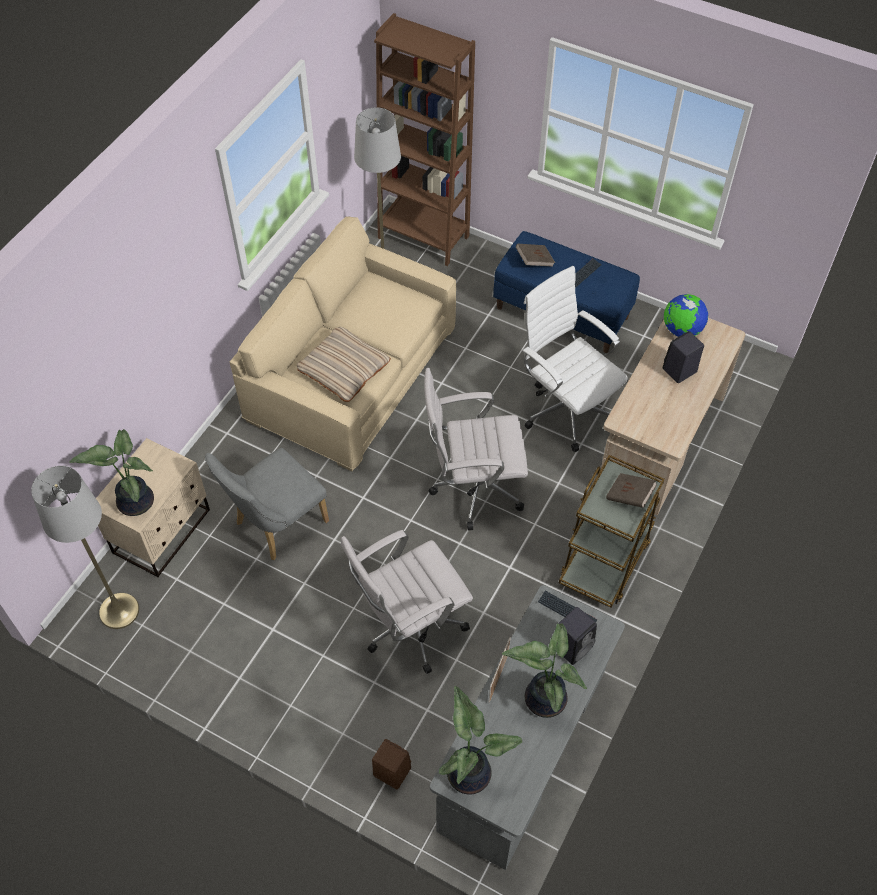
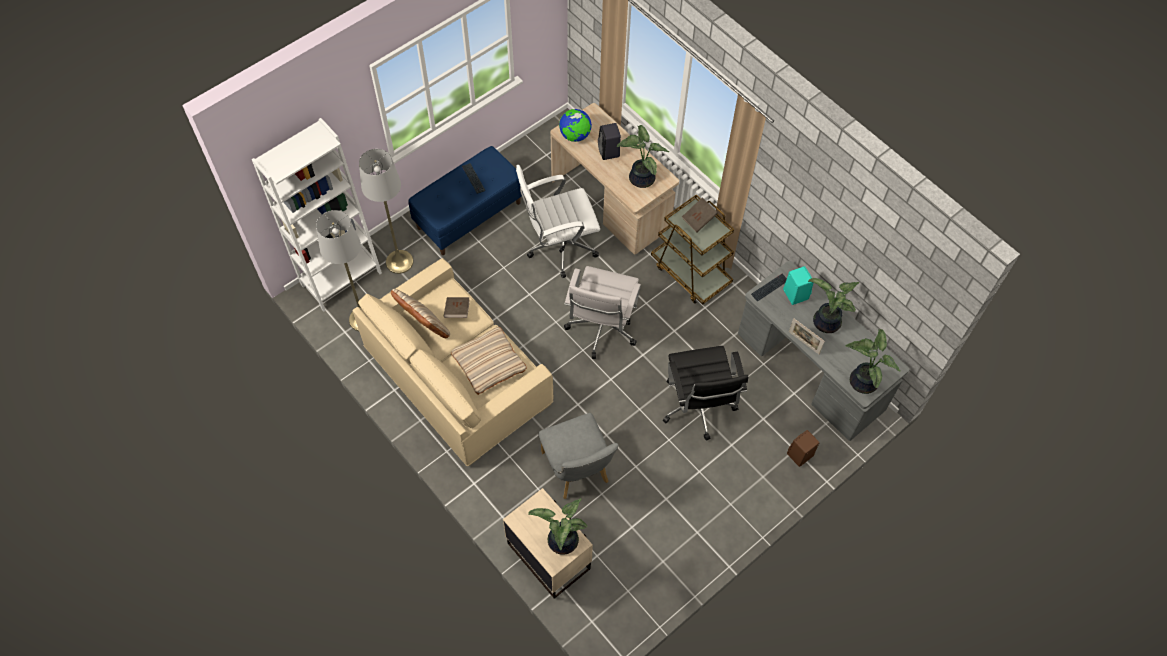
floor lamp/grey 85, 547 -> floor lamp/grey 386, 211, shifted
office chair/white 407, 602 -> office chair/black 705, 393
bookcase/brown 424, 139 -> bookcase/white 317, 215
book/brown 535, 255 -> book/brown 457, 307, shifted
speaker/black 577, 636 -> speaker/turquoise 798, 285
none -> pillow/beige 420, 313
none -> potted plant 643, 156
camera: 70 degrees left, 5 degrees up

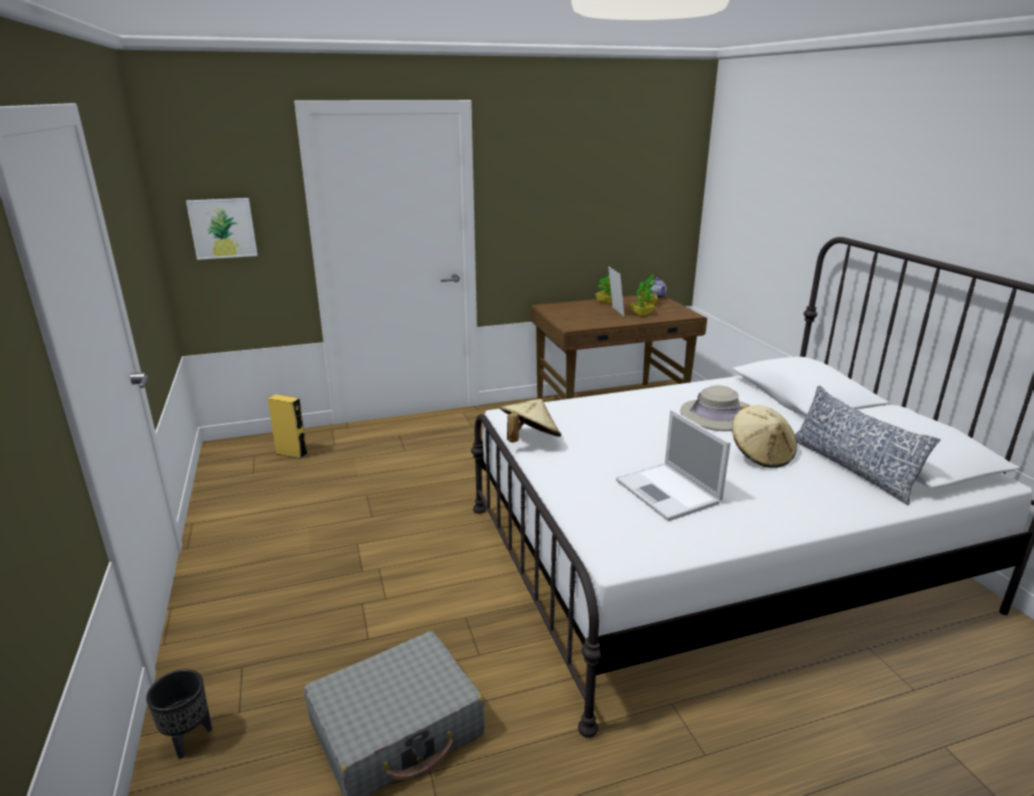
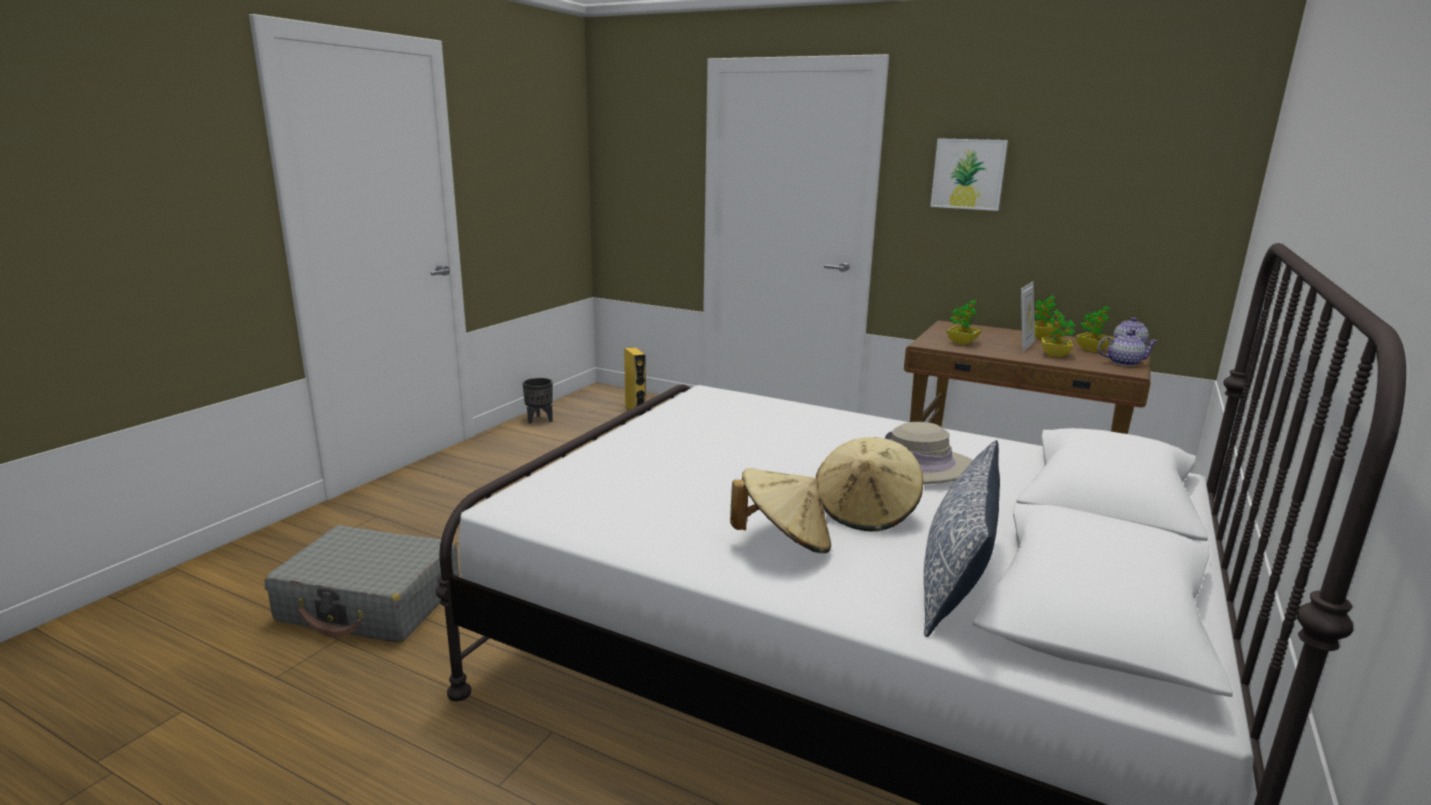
planter/black 179, 714 -> planter/black 537, 401, shifted
picture 222, 229 -> picture 969, 174, shifted
hat/beige 530, 421 -> hat/beige 780, 510, shifted
laptop 673, 465 -> none
none -> potted plant 963, 322
none -> teapot 1128, 348
camera: 45 degrees right, 5 degrees down

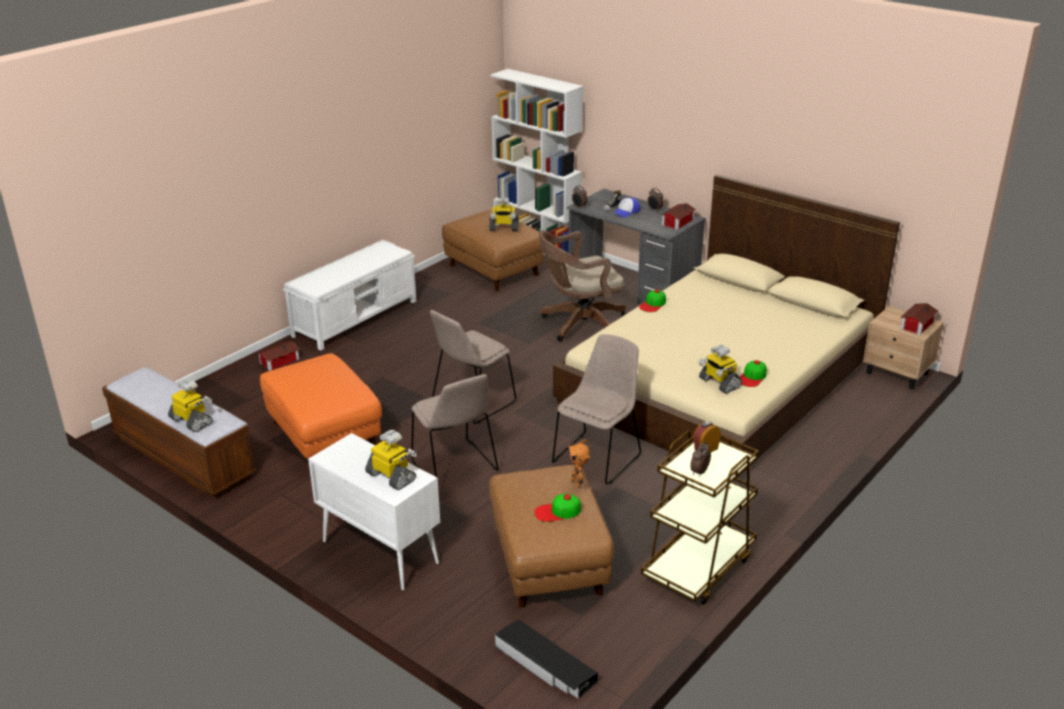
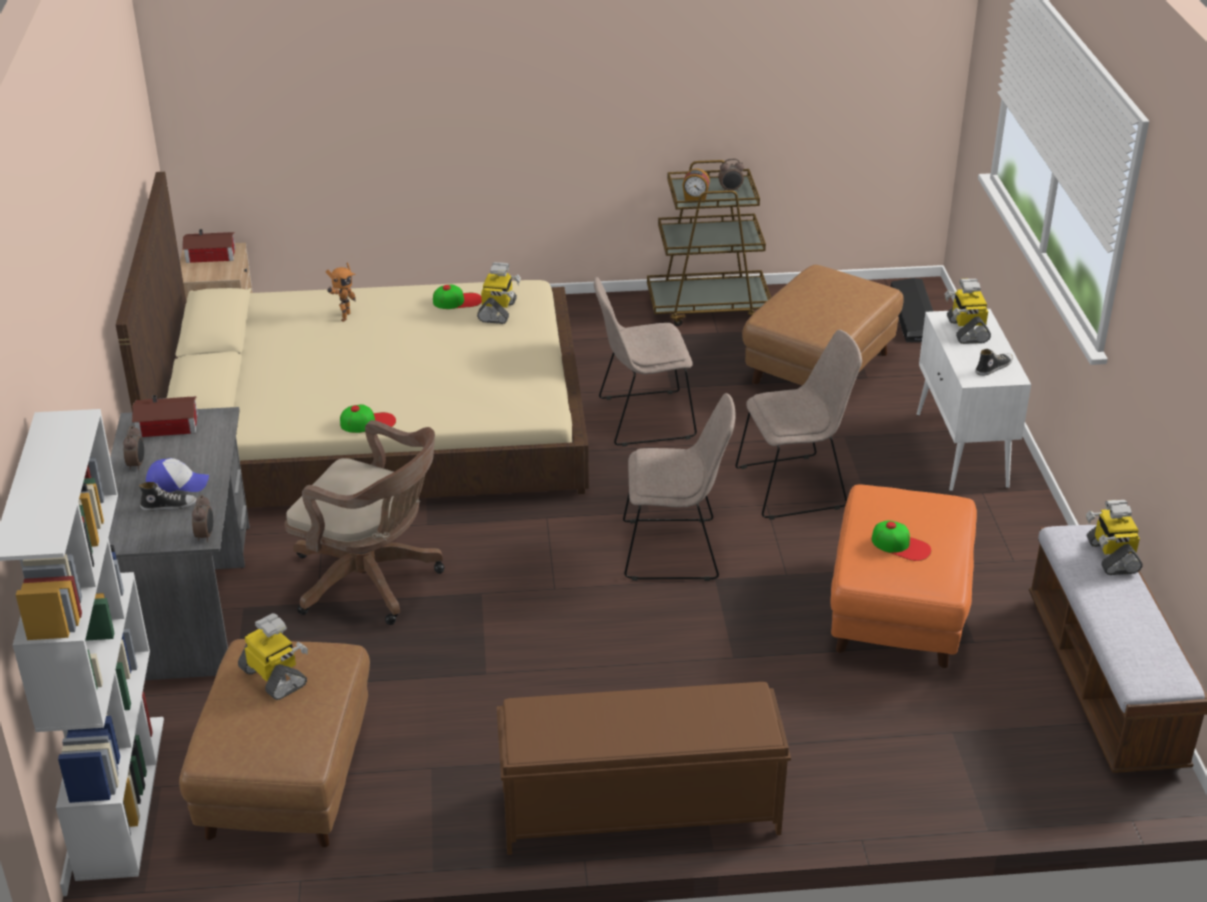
toy house 278, 356 -> none
bench/white 349, 295 -> bench/brown 644, 768
chair/beige 455, 425 -> chair/beige 798, 425, 60 degrees clockwise
cap 557, 508 -> cap 901, 540, shifted
toy robot 579, 463 -> toy robot 341, 292, shifted
none -> shoe 994, 362
camera: 135 degrees left, 5 degrees up

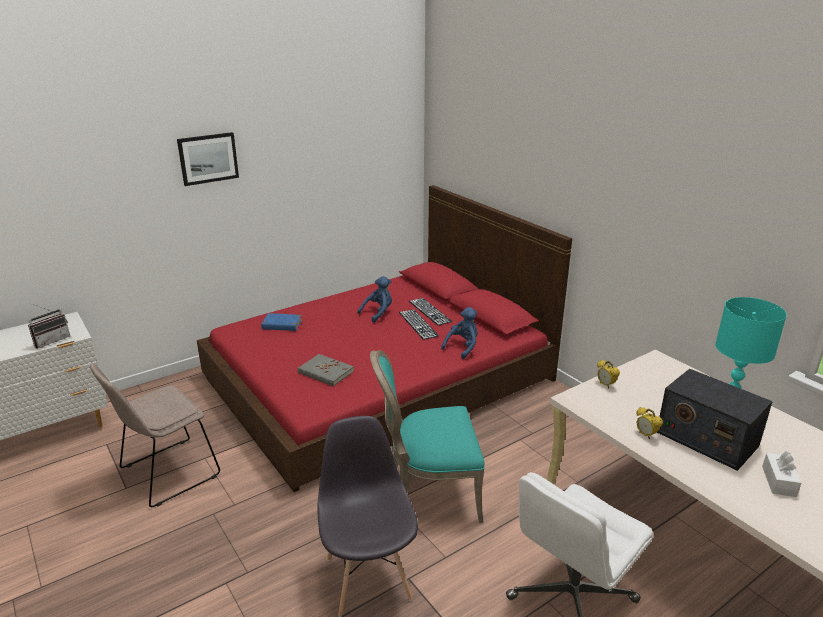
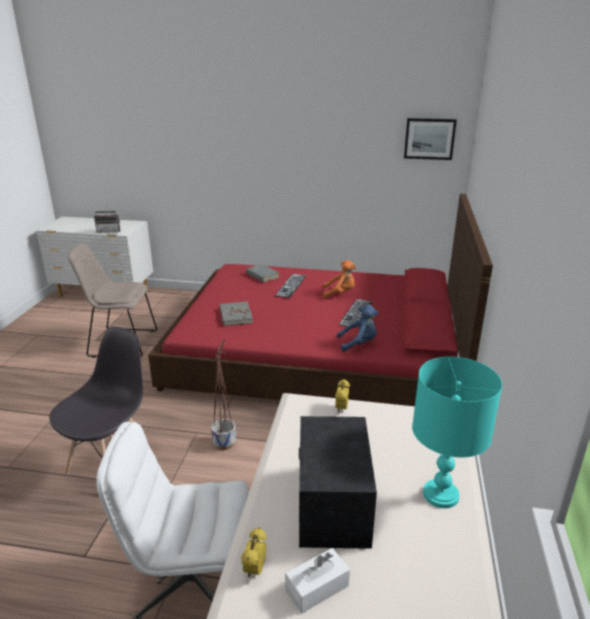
picture 208, 159 -> picture 430, 139, shifted
book/blue 282, 322 -> book/grey 263, 273
plush toy/blue 374, 299 -> plush toy/orange 339, 279
chair/turquoise 427, 436 -> planter 223, 394
keyboard 430, 311 -> keyboard 290, 286, shifted
alarm clock 649, 423 -> alarm clock 253, 552, shifted
camera: 45 degrees right, 0 degrees up

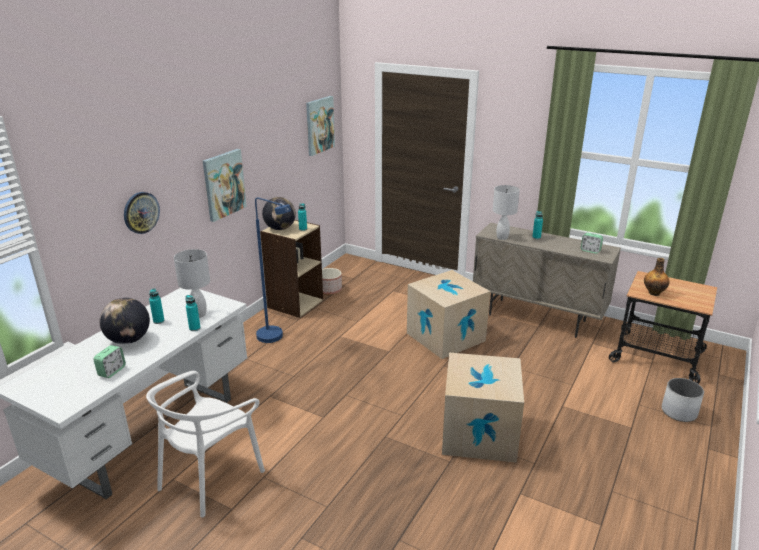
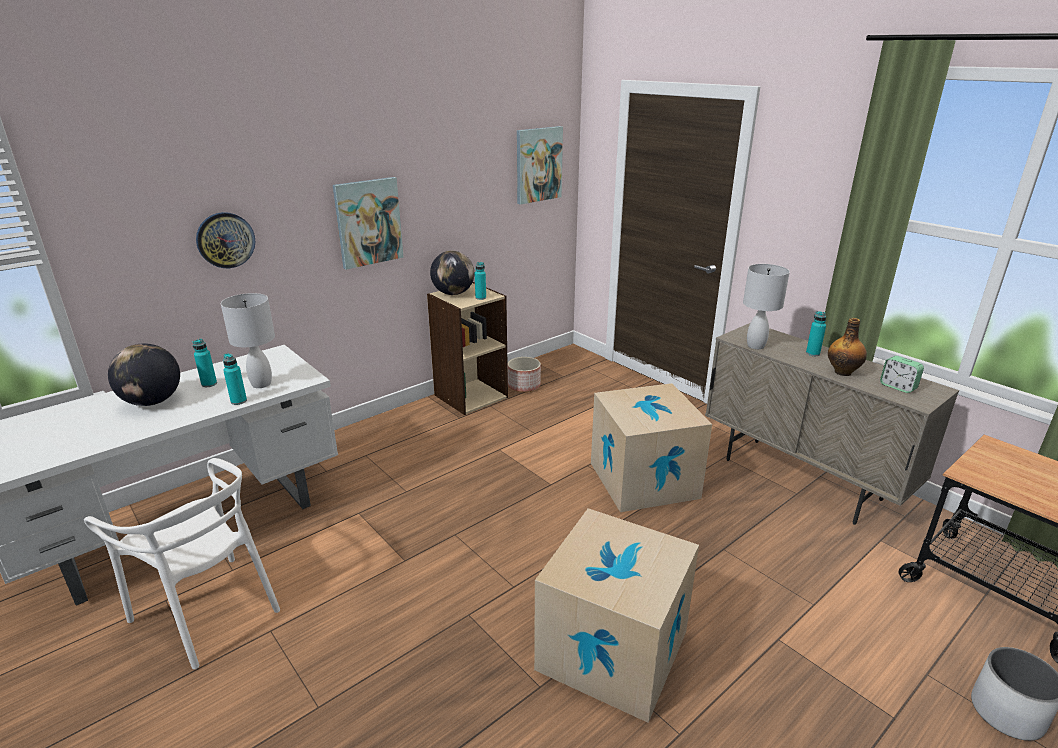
alarm clock 109, 361 -> none
chair/white 205, 444 -> chair/white 182, 563, 105 degrees counterclockwise
floor lamp/blue 273, 270 -> none
bottle 656, 277 -> bottle 847, 347, shifted
camera: 20 degrees right, 0 degrees up

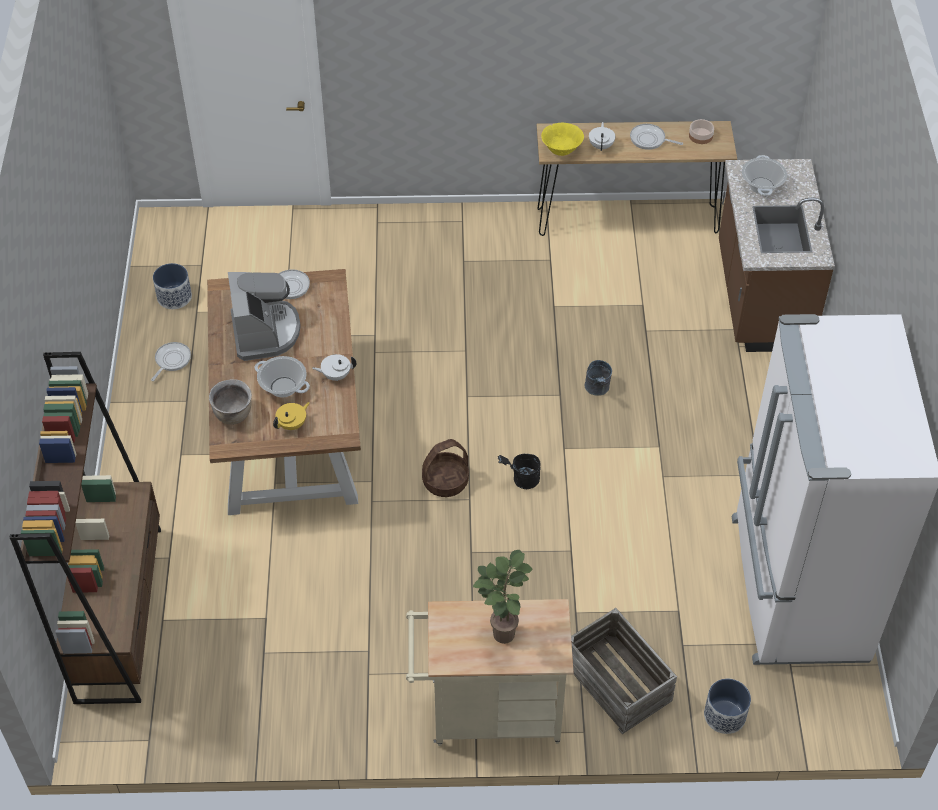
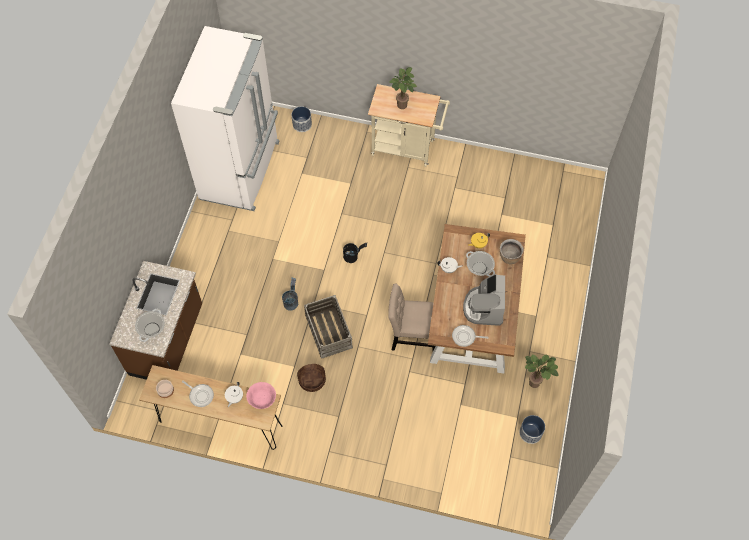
bookcase/brown 85, 528 -> none
frying pan 171, 361 -> potted plant 541, 371
basket 445, 468 -> basket 311, 378, shifted
bowl/yellow 562, 139 -> bowl/pink 261, 395
crate 624, 671 -> crate 328, 327, shifted
none -> chair/beige 411, 317
camera: 165 degrees left, 10 degrees up

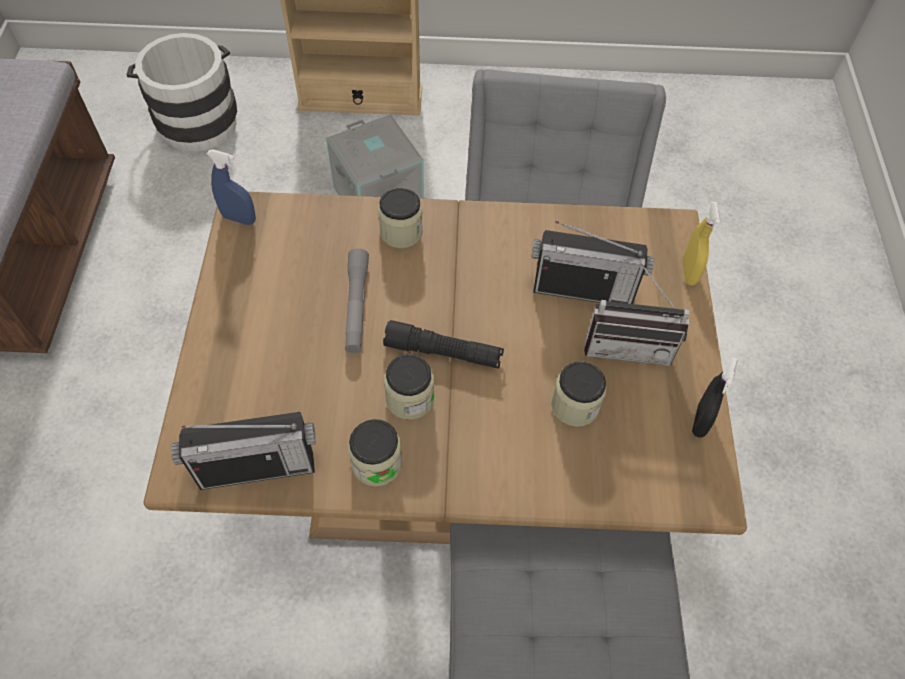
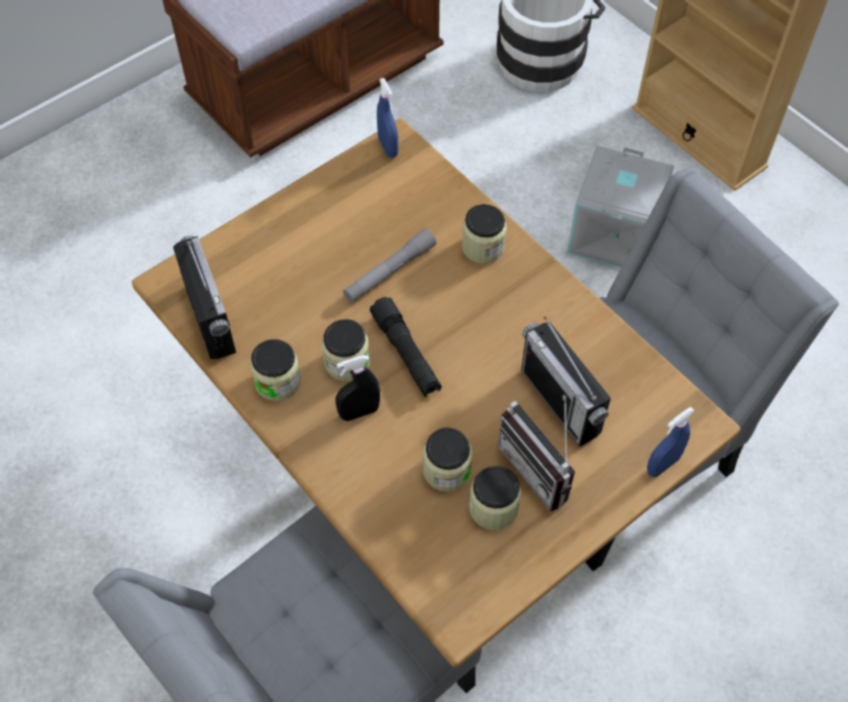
radio 243, 451 -> radio 204, 297, 150 degrees counterclockwise
spray bottle/yellow 701, 244 -> spray bottle/blue 671, 442
spray bottle/black 714, 397 -> spray bottle/black 358, 388, shifted
none -> jar 495, 498
camera: 50 degrees right, 0 degrees up

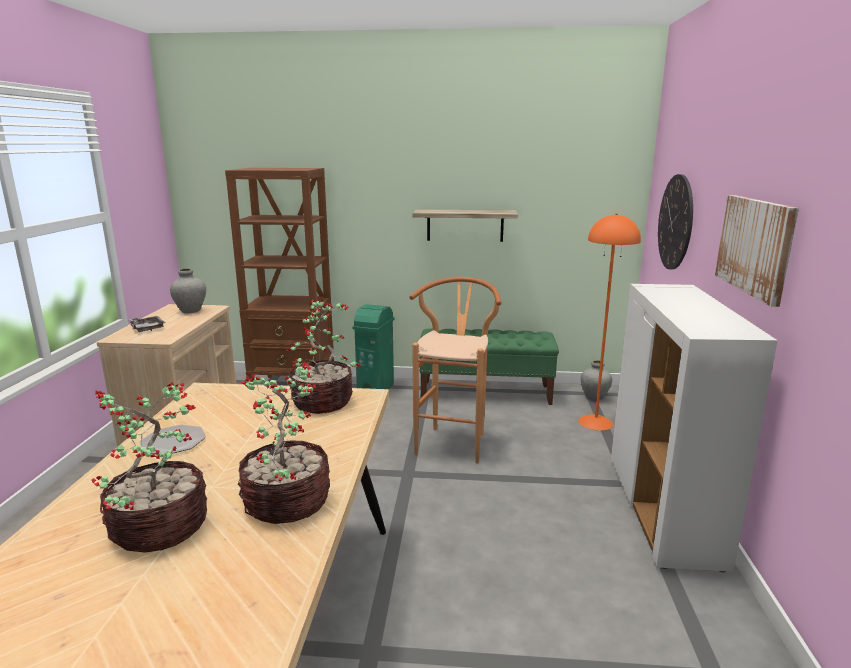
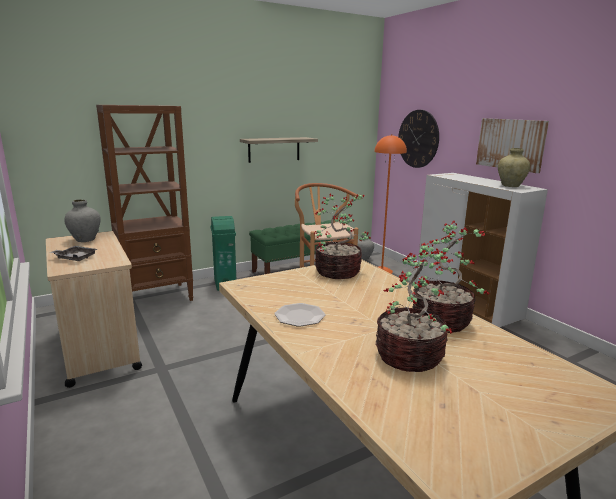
none -> vase/beige 514, 167
camera: 35 degrees left, 0 degrees up

